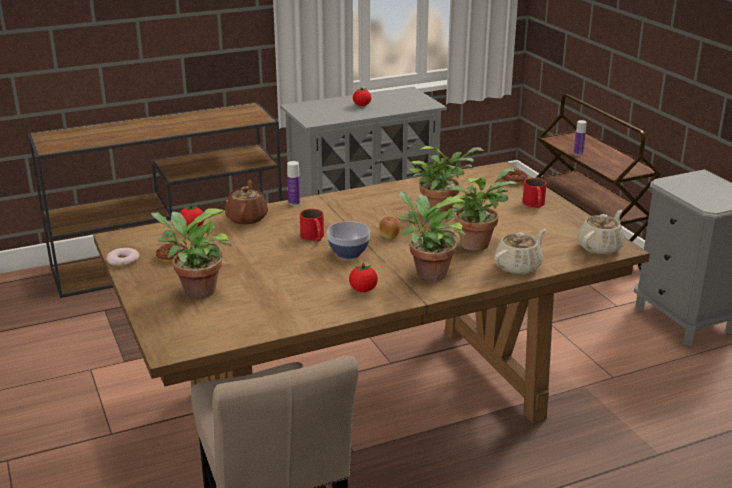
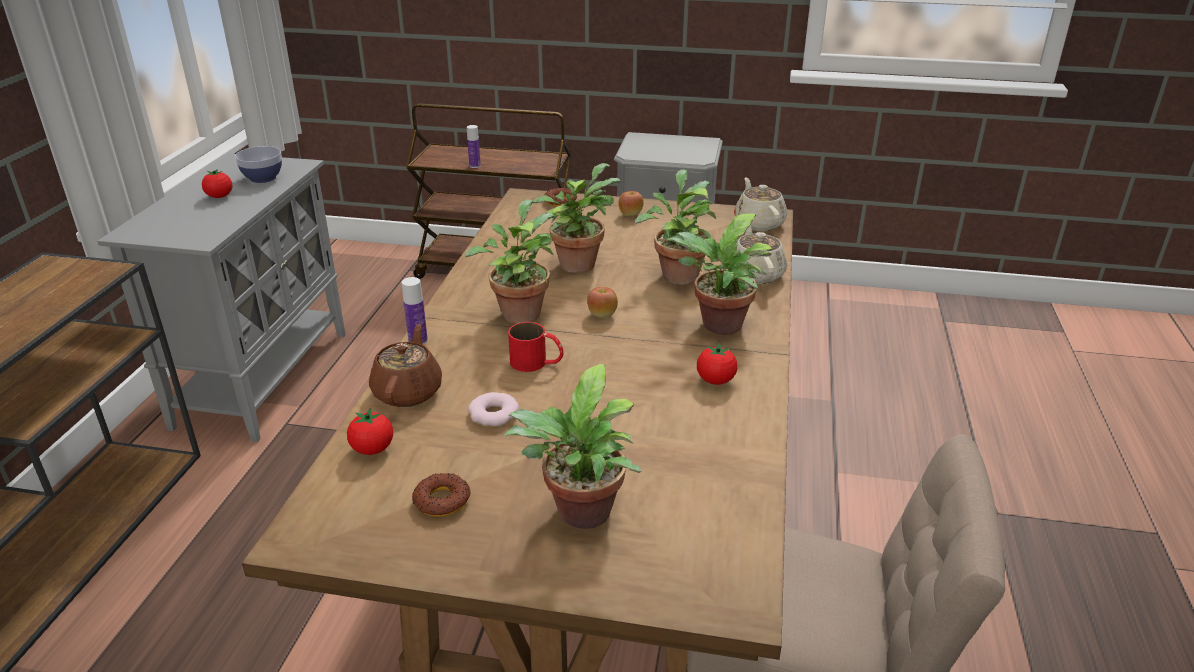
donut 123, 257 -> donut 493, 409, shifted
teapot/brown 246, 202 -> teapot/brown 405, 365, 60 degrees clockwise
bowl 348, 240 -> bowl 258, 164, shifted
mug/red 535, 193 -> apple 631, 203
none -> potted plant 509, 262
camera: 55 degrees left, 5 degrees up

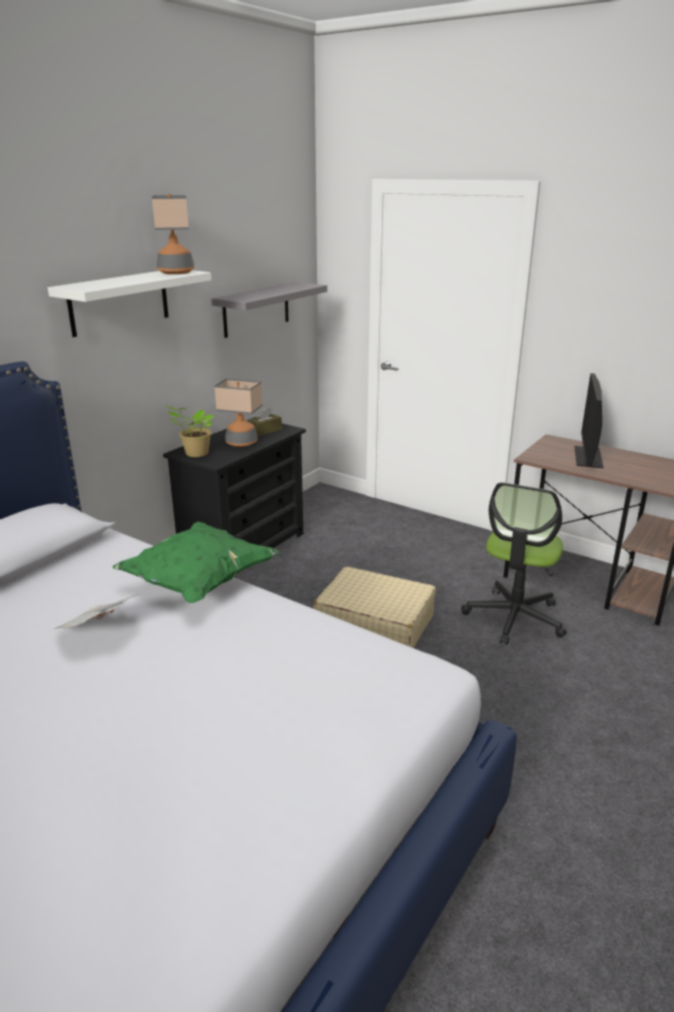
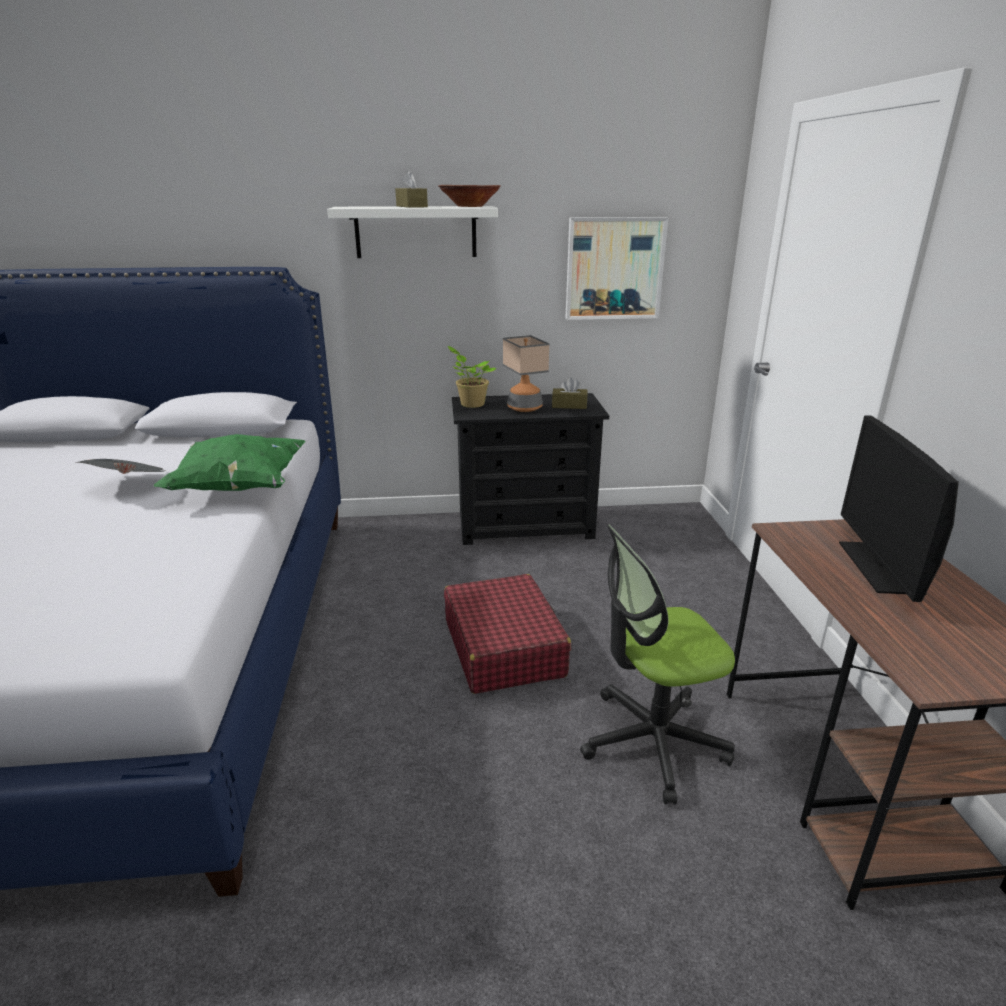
table lamp 173, 234 -> bowl/brown 469, 196
shelf/grey 269, 310 -> picture 616, 268
suitcase/beige 374, 607 -> suitcase/red 507, 634
monitor 588, 420 -> monitor 899, 508, 60 degrees counterclockwise
none -> tissue box/brown 411, 189
camera: 50 degrees right, 0 degrees up

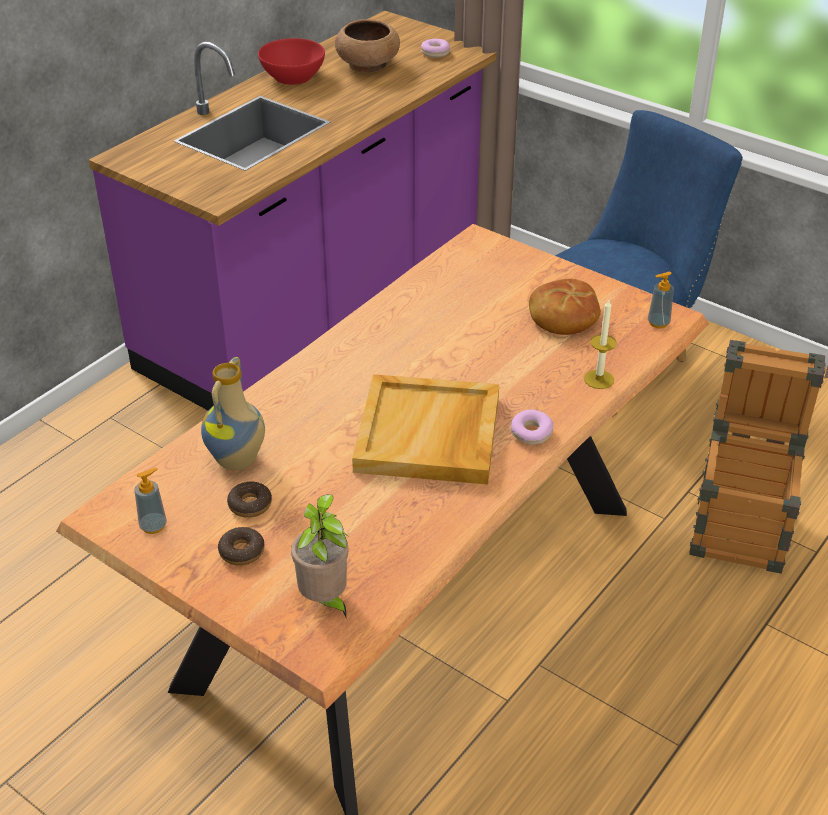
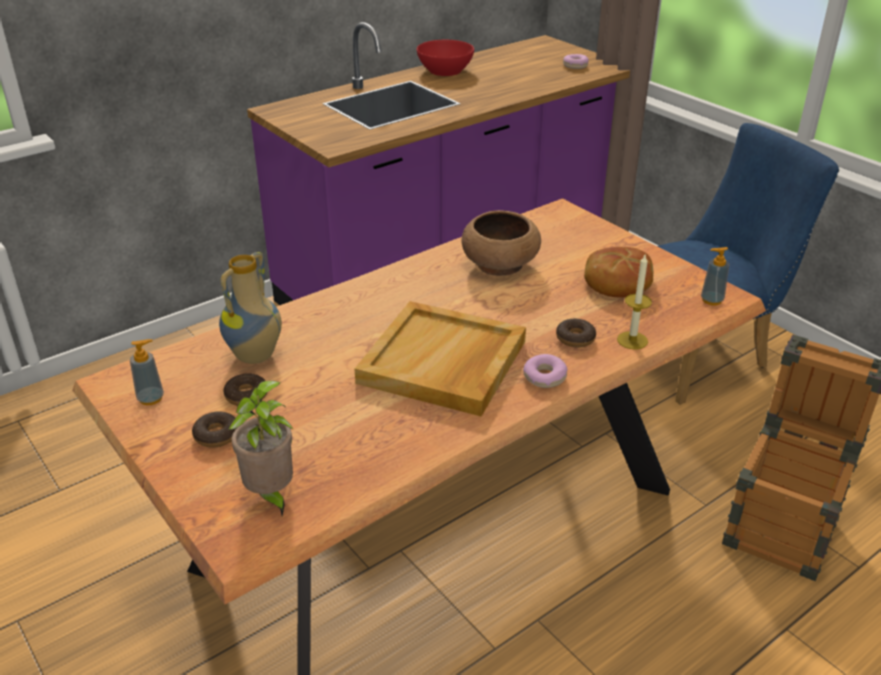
bowl/brown 367, 46 -> bowl/brown 501, 243, shifted
none -> donut 576, 333
camera: 15 degrees right, 5 degrees down

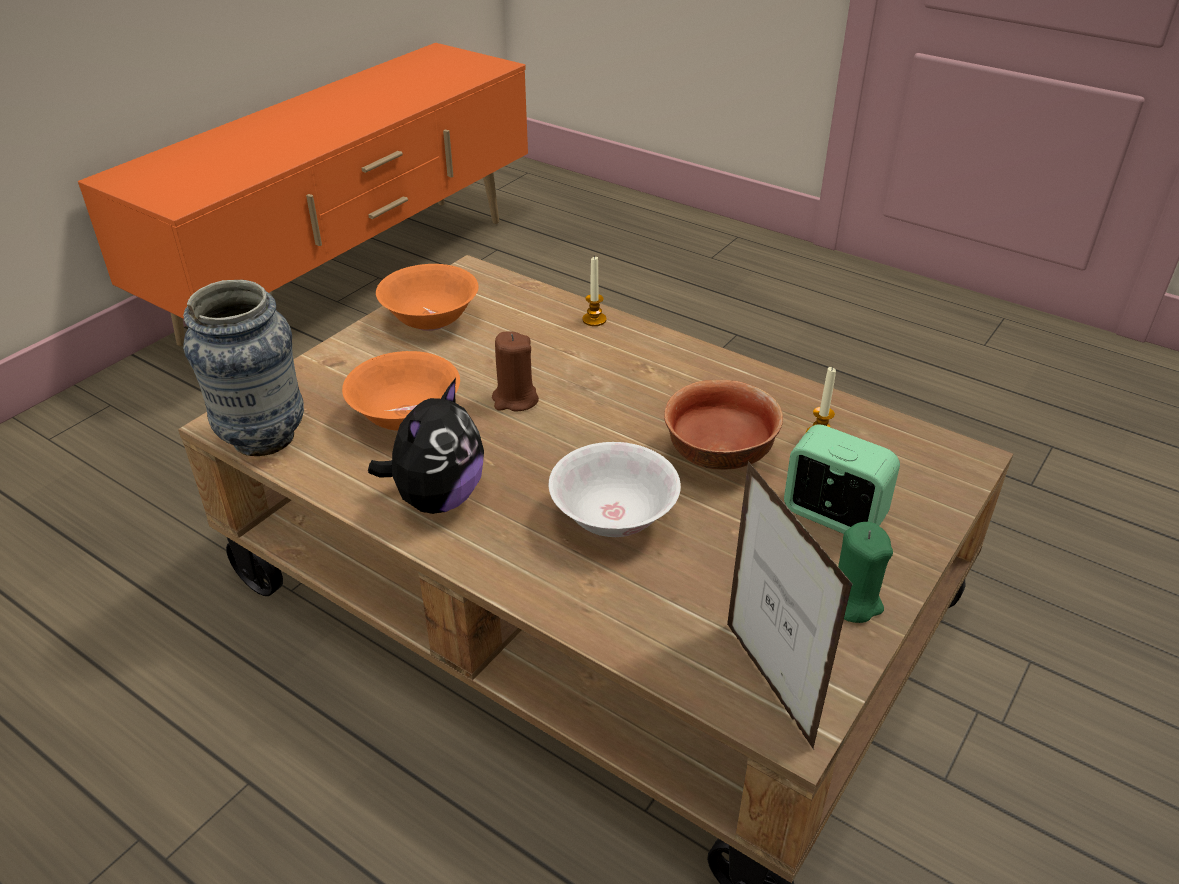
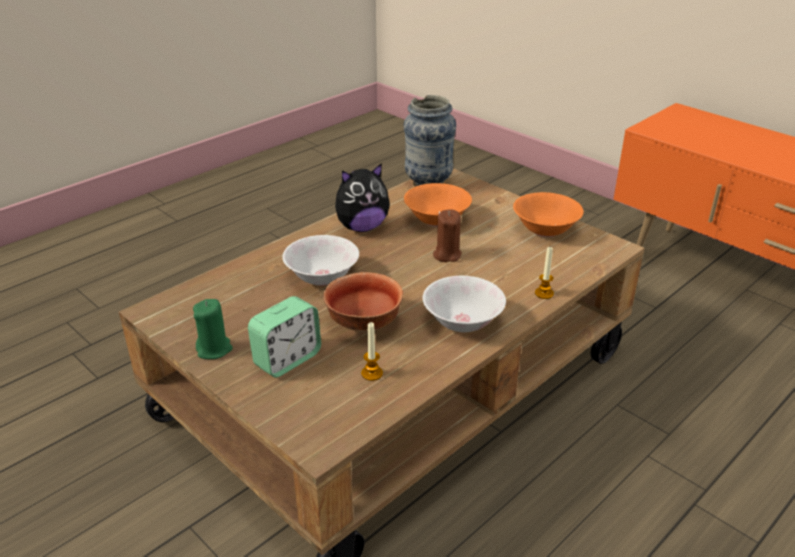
plush toy 426, 446 -> plush toy 362, 197, 60 degrees counterclockwise
picture frame 790, 605 -> none
none -> bowl/white 464, 304
camera: 100 degrees right, 5 degrees down

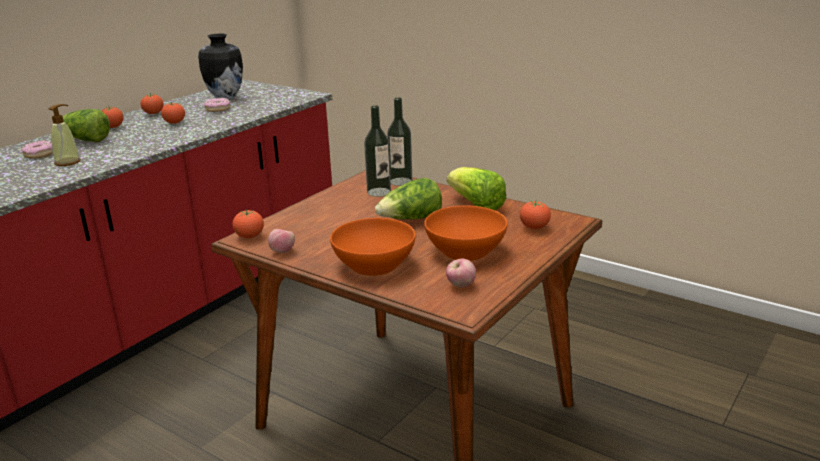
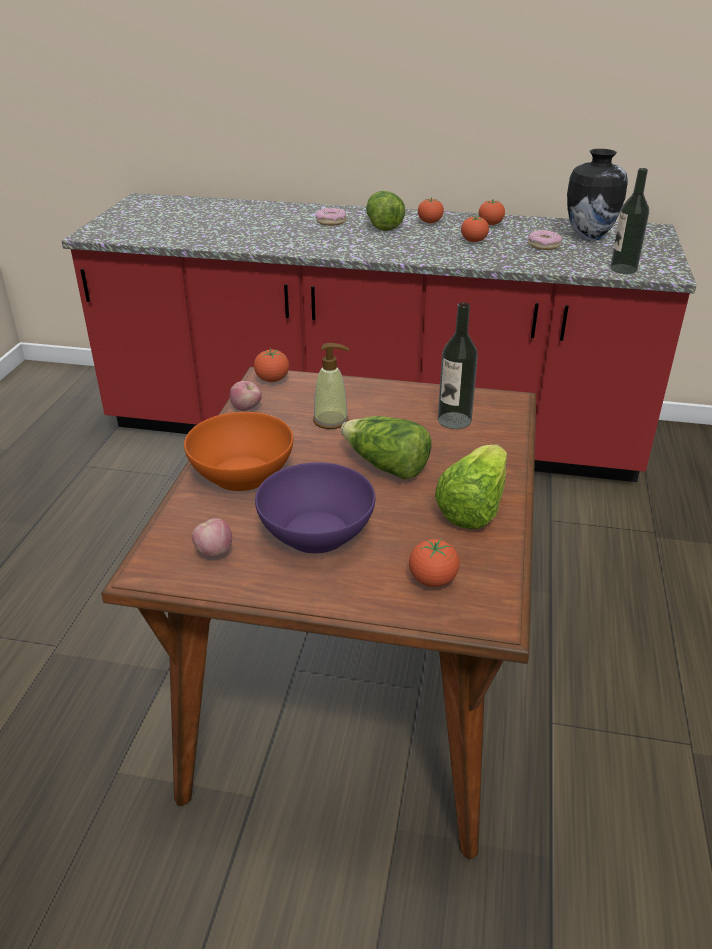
soap dispenser 64, 135 -> soap dispenser 331, 386, shifted
bottle 399, 141 -> bottle 629, 221, shifted
bowl/orange 465, 233 -> bowl/purple 315, 507
camera: 65 degrees right, 10 degrees up

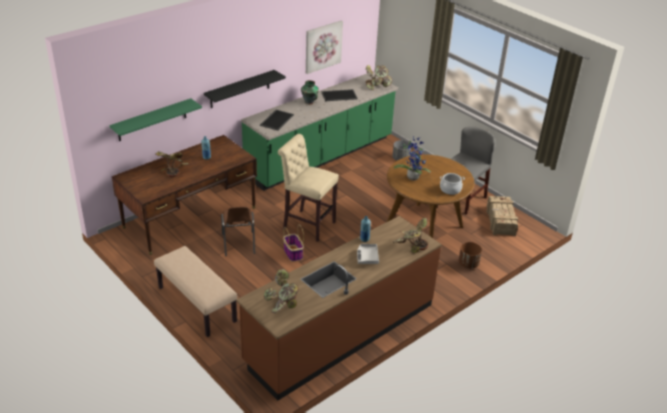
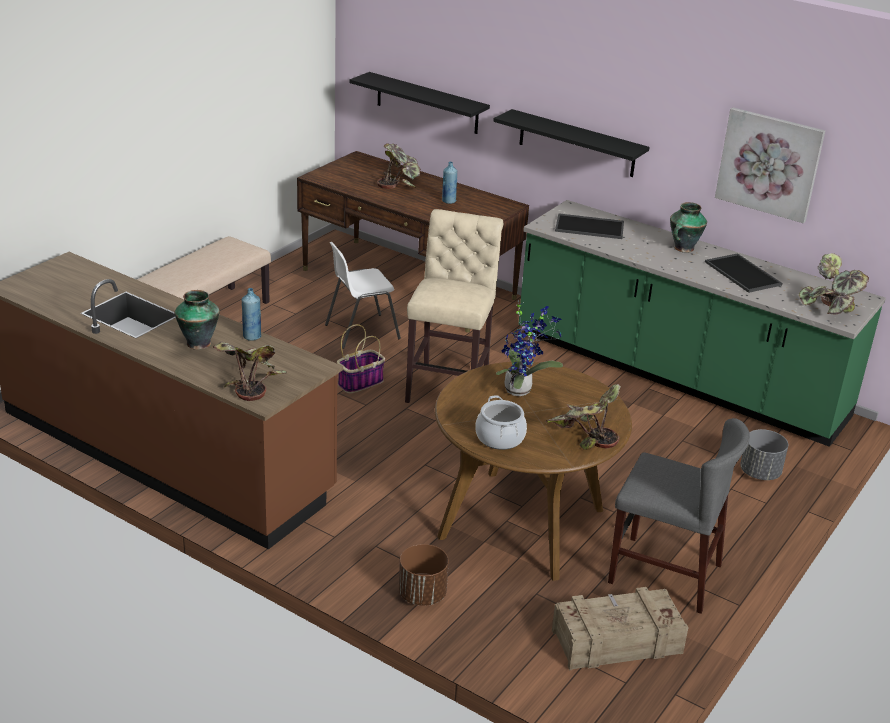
shelf/green 155, 119 -> shelf/black 420, 103
chair/brown 238, 231 -> chair/white 363, 295
potted plant 281, 291 -> potted plant 583, 417, shifted
tray/grey 368, 254 -> vase 197, 320
camera: 75 degrees right, 5 degrees down

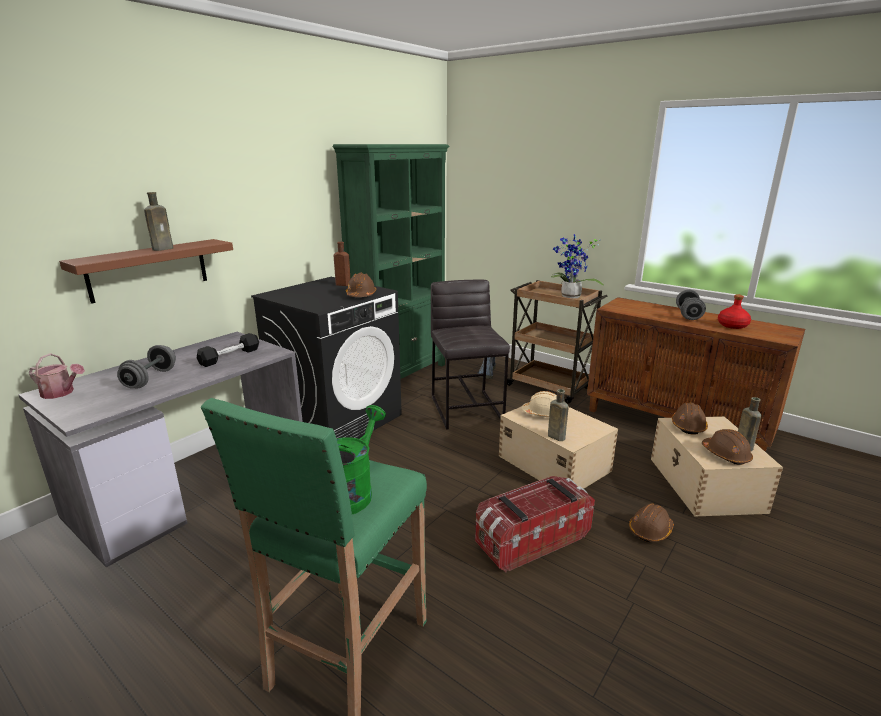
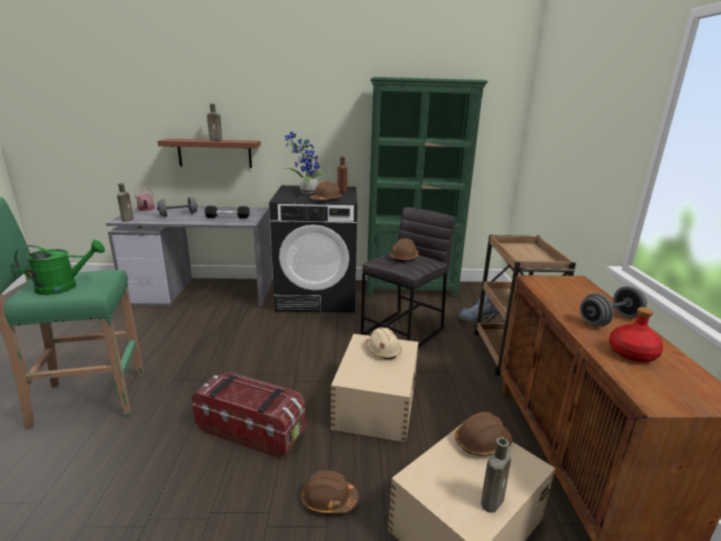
bottle/brown 558, 415 -> bottle/brown 125, 202, shifted
potted plant 577, 266 -> potted plant 306, 163, shifted
hard hat/brown 727, 447 -> hard hat/brown 404, 250, shifted
camera: 50 degrees right, 0 degrees up

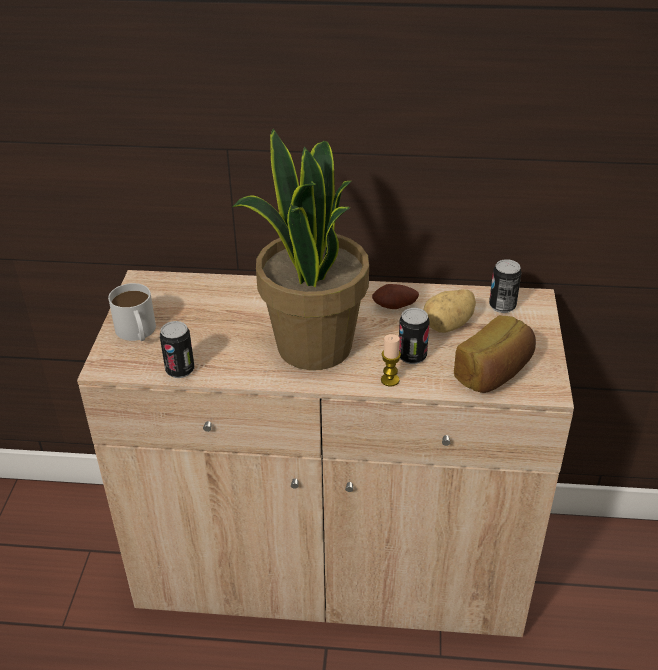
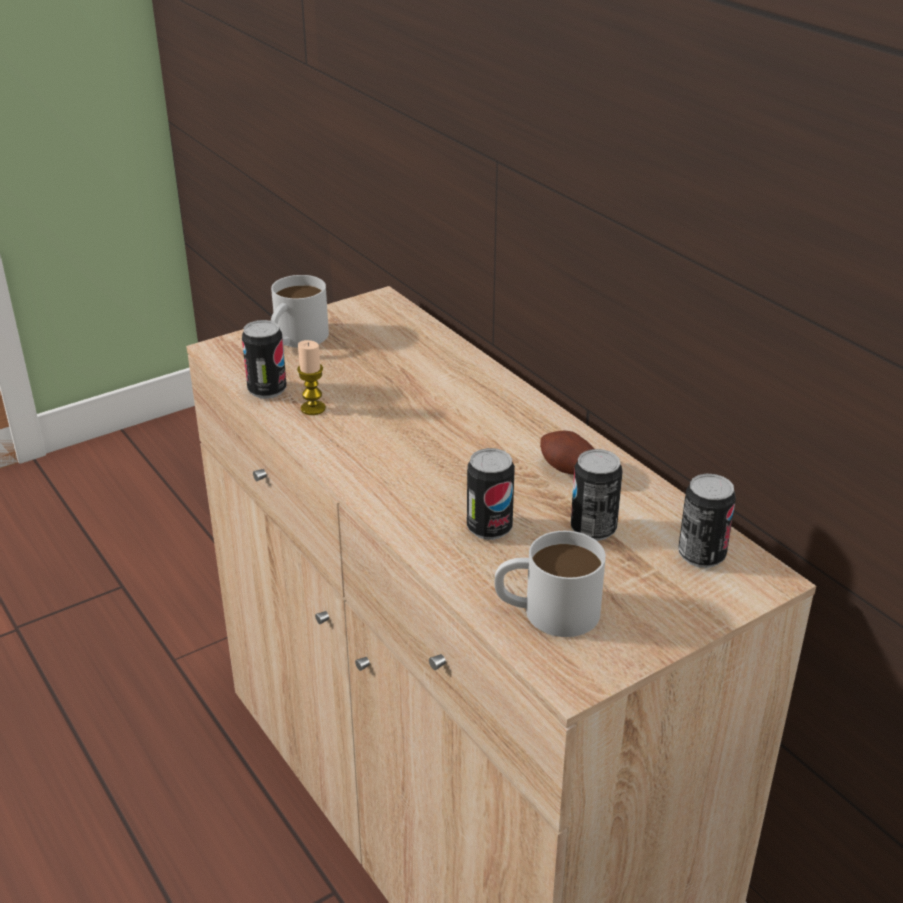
potted plant 300, 249 -> none
candle 391, 360 -> candle 311, 377, shifted
potato 450, 311 -> can 596, 495
bread 495, 354 -> mug/white 550, 584
camera: 50 degrees right, 5 degrees down

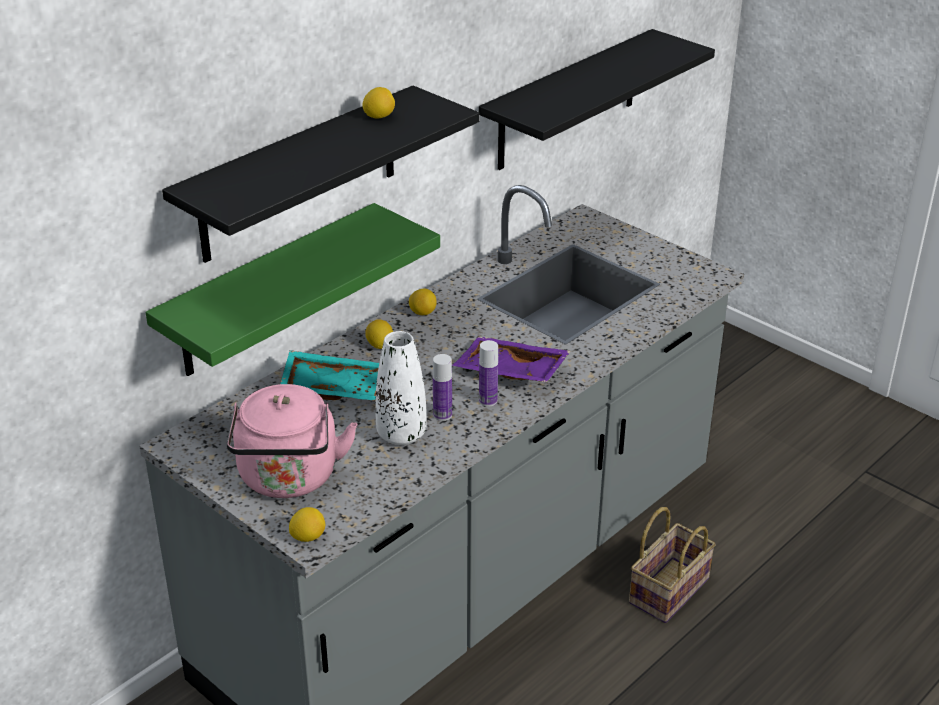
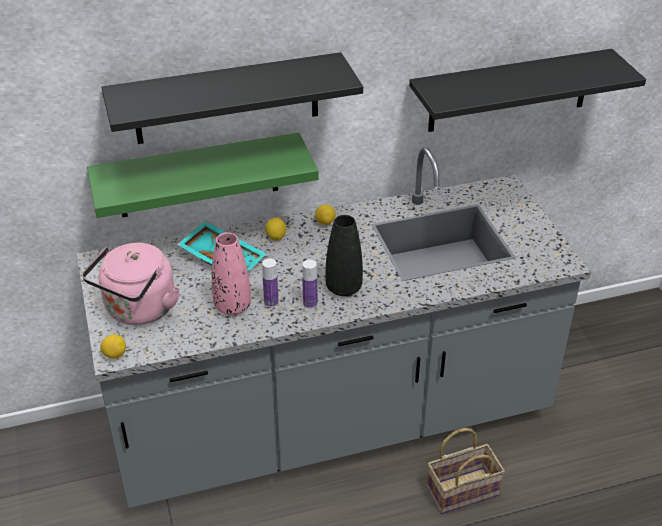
lemon 379, 103 -> none
vase/white 401, 388 -> vase/pink 231, 273
tray/purple 511, 359 -> vase/black 344, 255
camera: 30 degrees right, 5 degrees up

